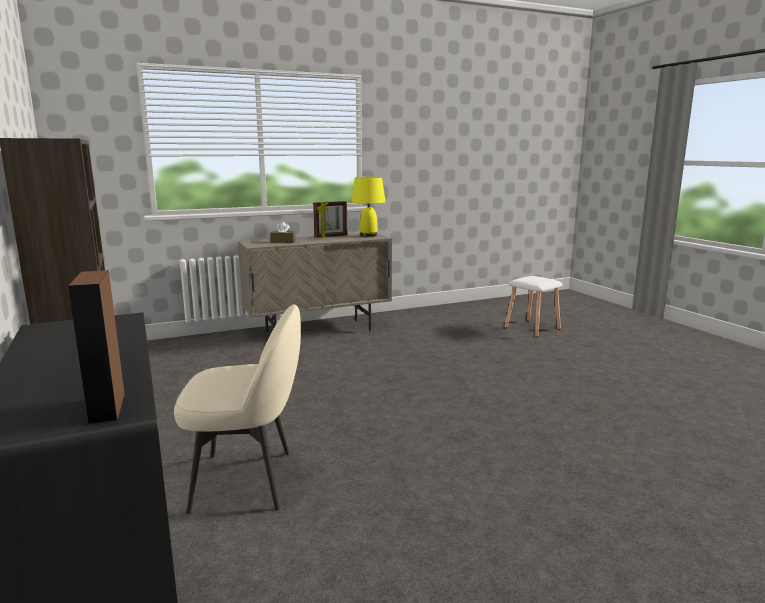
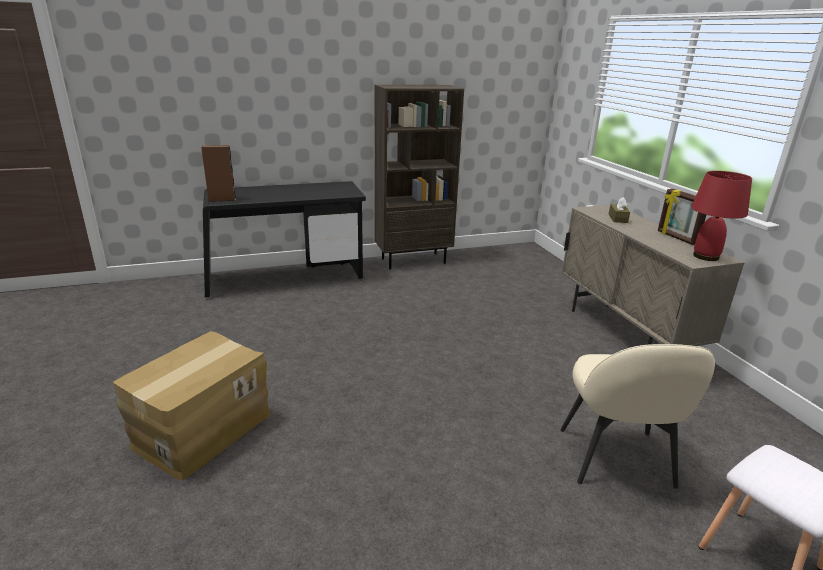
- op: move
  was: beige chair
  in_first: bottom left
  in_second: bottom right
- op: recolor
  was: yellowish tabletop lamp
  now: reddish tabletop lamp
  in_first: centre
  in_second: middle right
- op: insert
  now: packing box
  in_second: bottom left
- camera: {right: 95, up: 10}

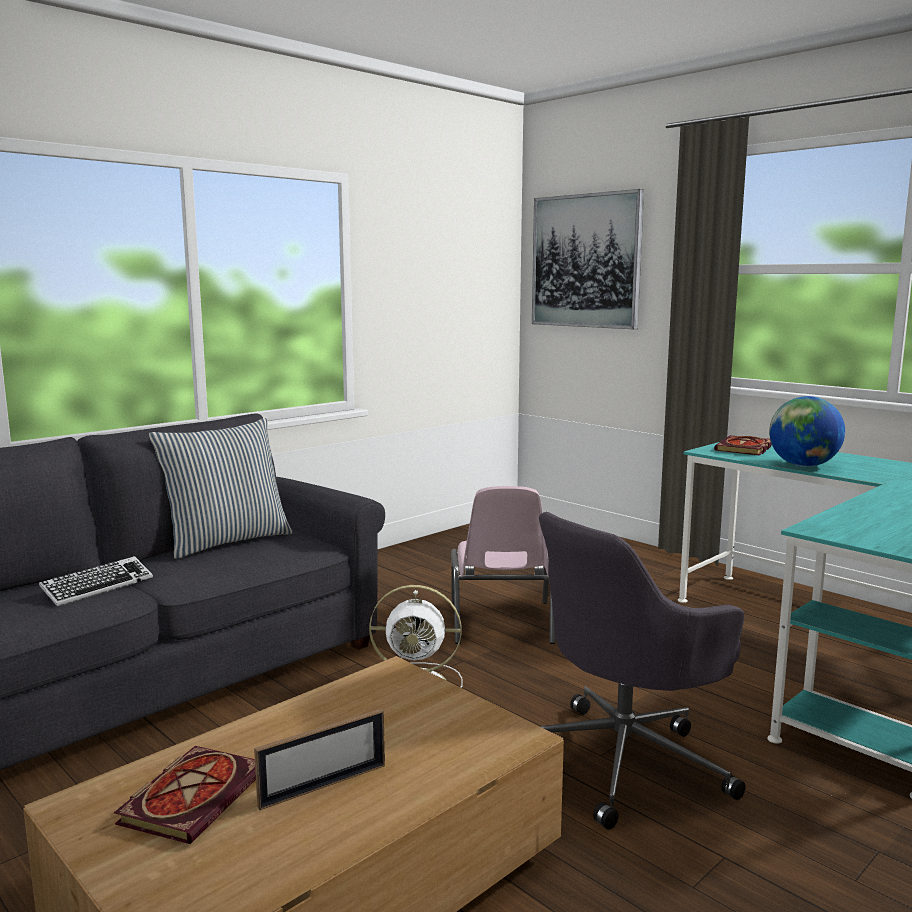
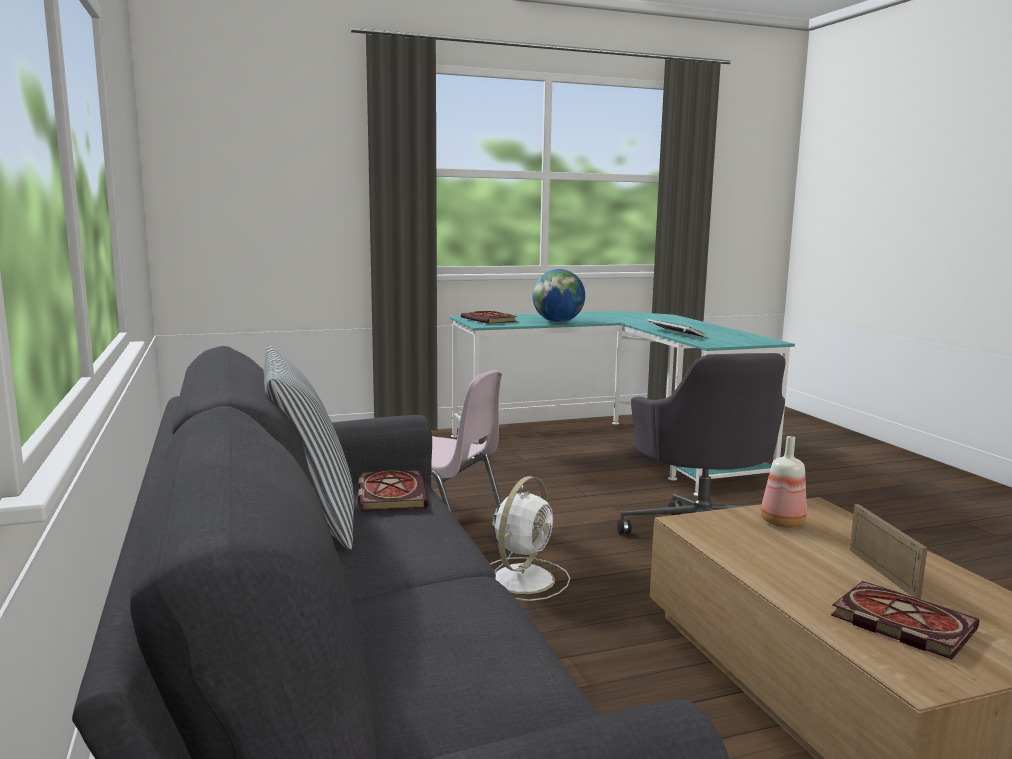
- op: move
  was: computer keyboard
  in_first: middle left
  in_second: middle right
- op: delete
  was: wall art
  in_first: top centre
- op: insert
  now: volume (1st from left)
  in_second: centre
- op: insert
  now: beverage bottle
  in_second: middle right
- camera: {right: -65, up: 0}

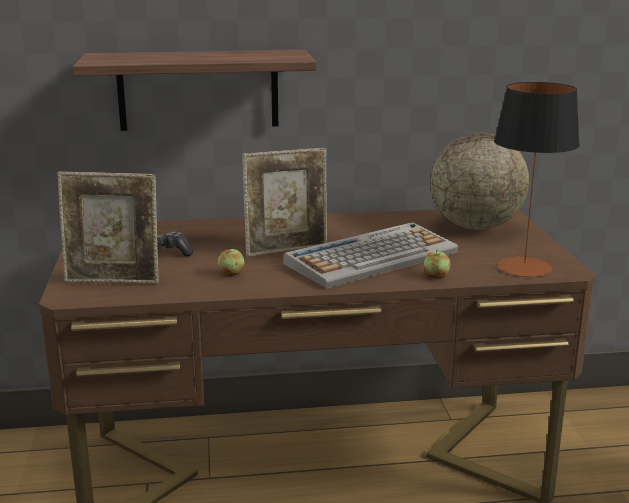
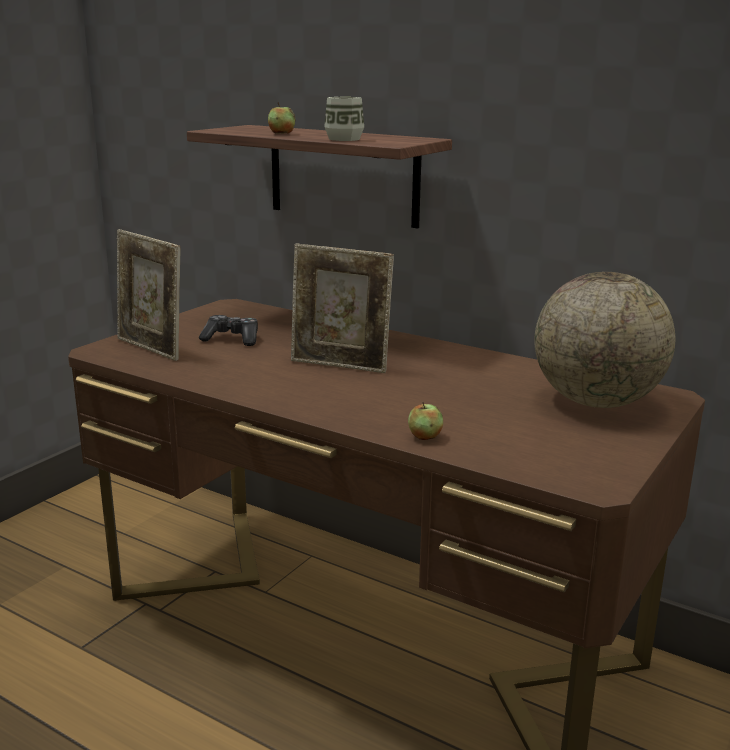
- op: move
  was: apple (1st from left)
  in_first: centre
  in_second: top centre
- op: delete
  was: computer keyboard
  in_first: centre
- op: delete
  was: tabletop lamp
  in_first: middle right
- op: insert
  now: cup
  in_second: top centre
- camera: {right: 40, up: 0}

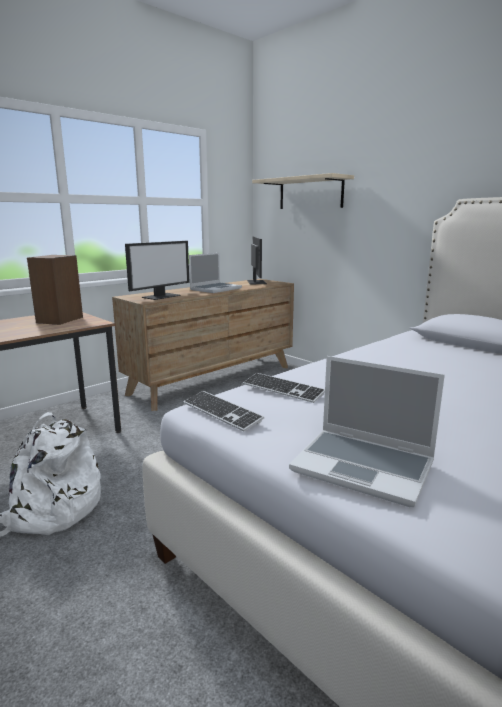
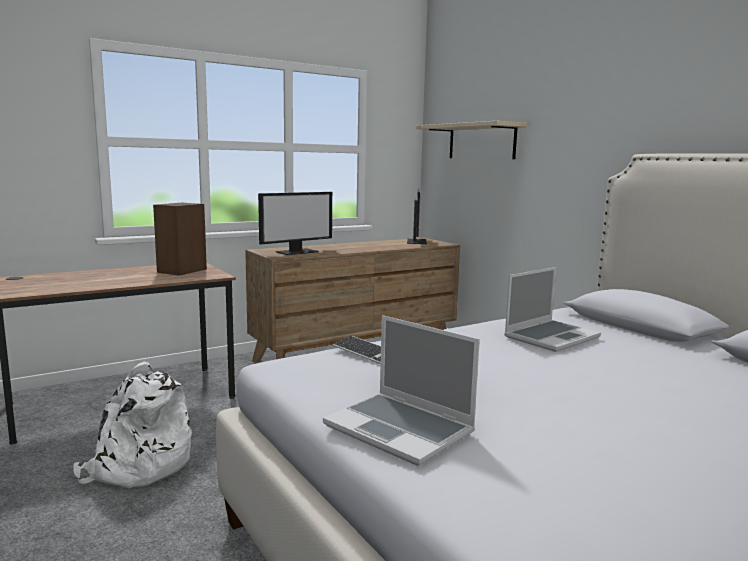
- op: delete
  was: computer keyboard (1st from left)
  in_first: centre
- op: move
  was: laptop (1st from left in the first image)
  now: laptop (2nd from left)
  in_first: centre
  in_second: middle right
- camera: {right: 10, up: -5}

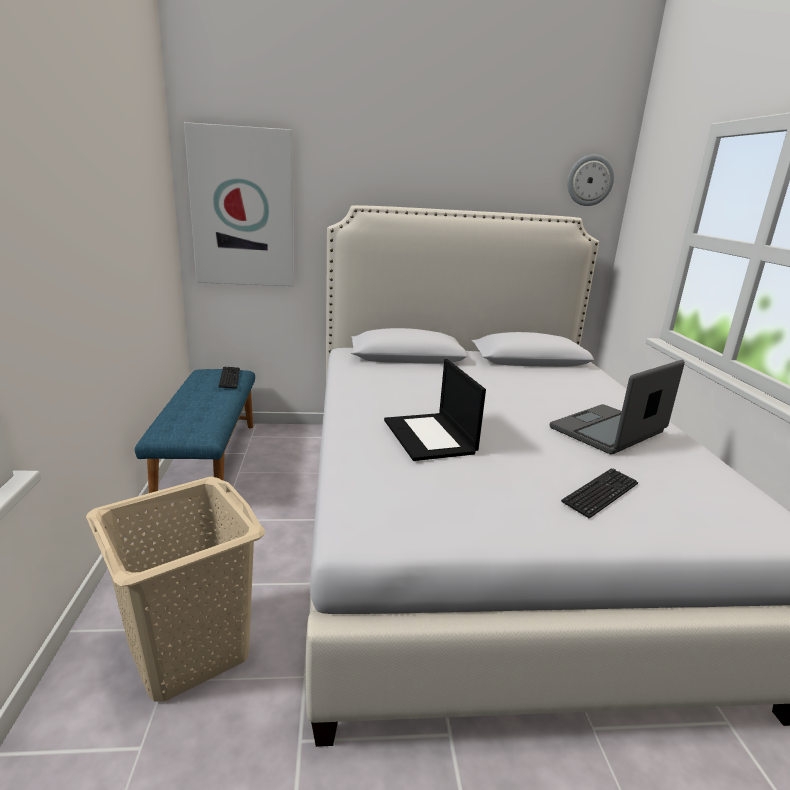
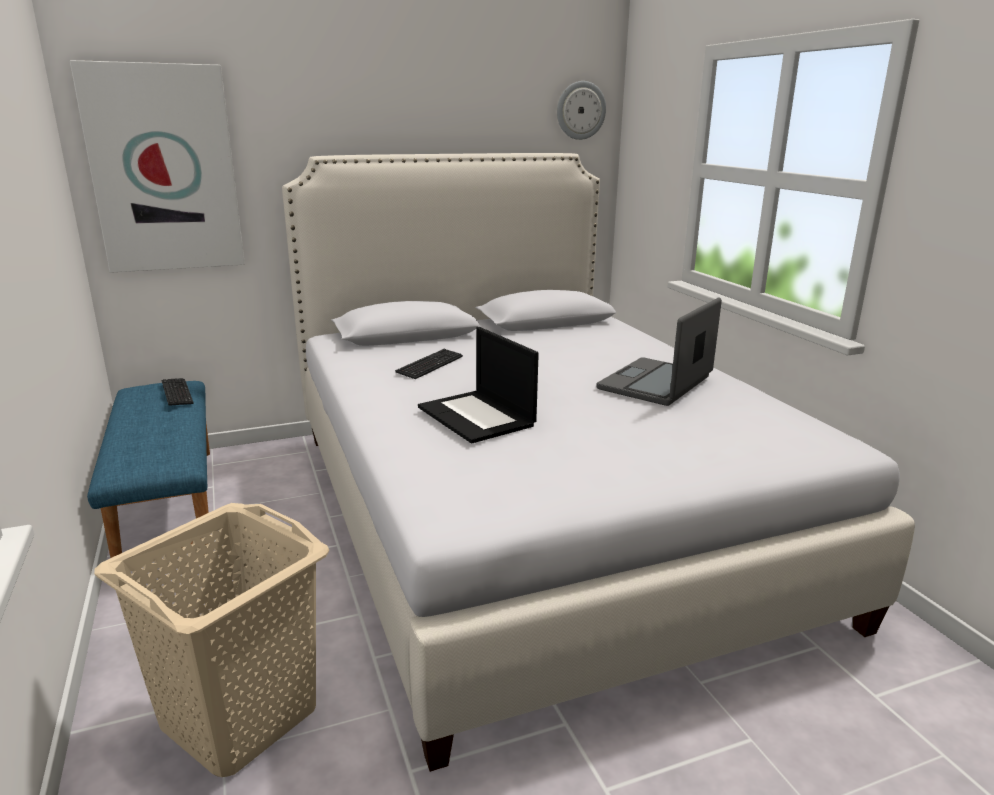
- op: move
  was: computer keyboard (2nd from left)
  in_first: middle right
  in_second: centre
- camera: {right: -15, up: 0}

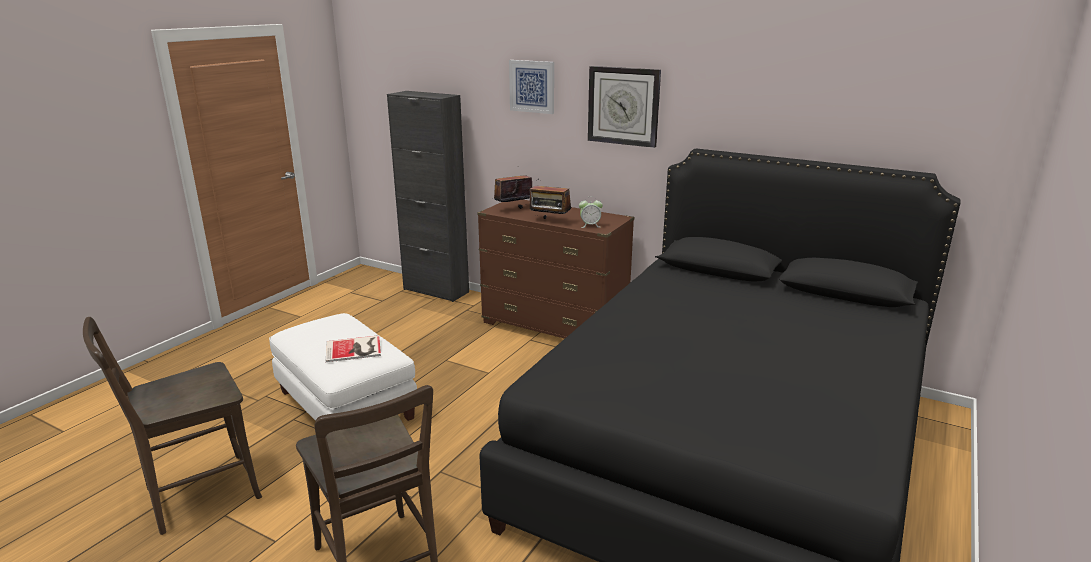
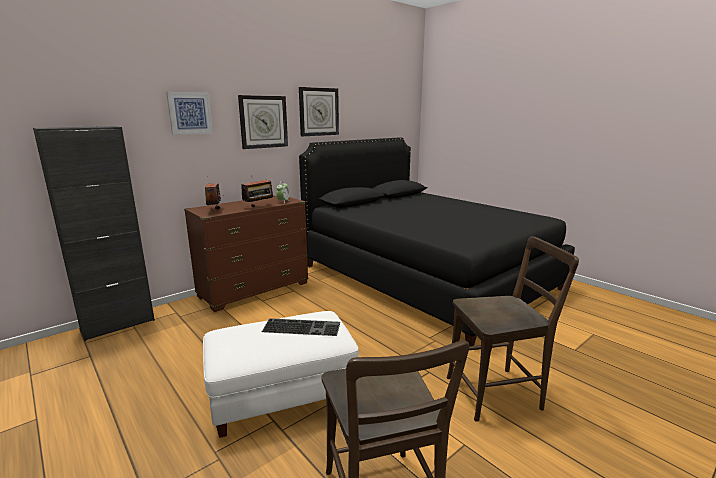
- op: replace
  was: volume
  now: computer keyboard
  in_first: middle left
  in_second: bottom centre
- op: insert
  now: wall clock (2nd from left)
  in_second: top centre
- camera: {right: -70, up: -5}

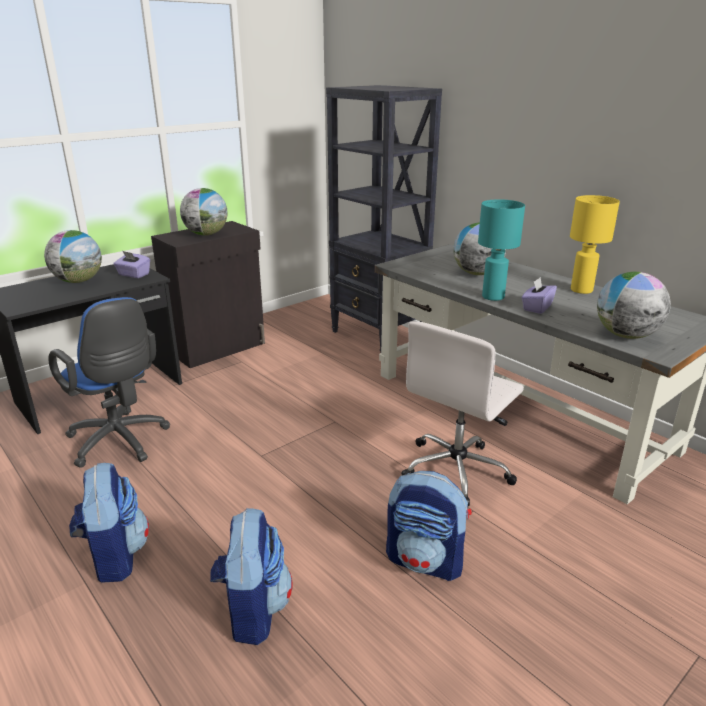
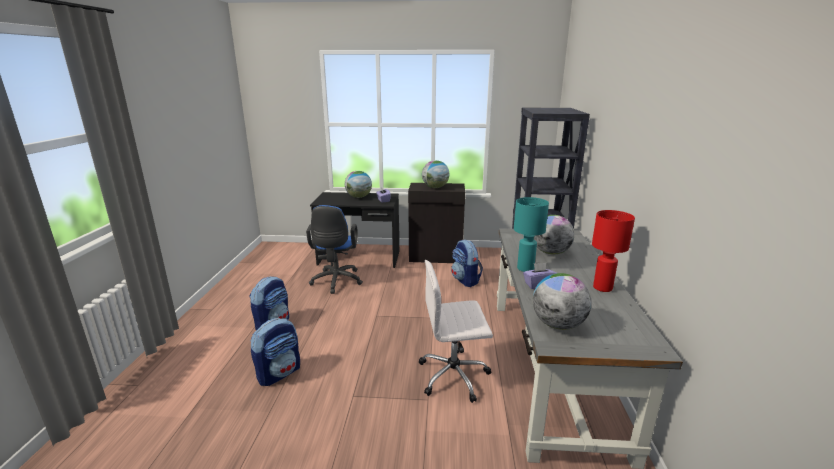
- op: move
  was: rucksack (3rd from left)
  in_first: bottom centre
  in_second: centre
- op: recolor
  was: yellowish tabletop lamp
  now: reddish tabletop lamp
  in_first: middle right
  in_second: middle right
- camera: {right: 45, up: -5}

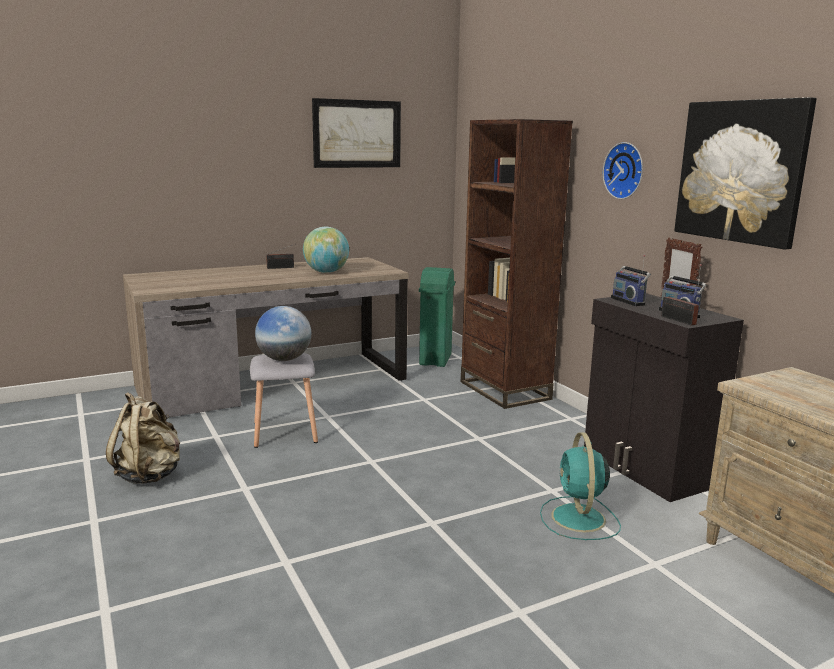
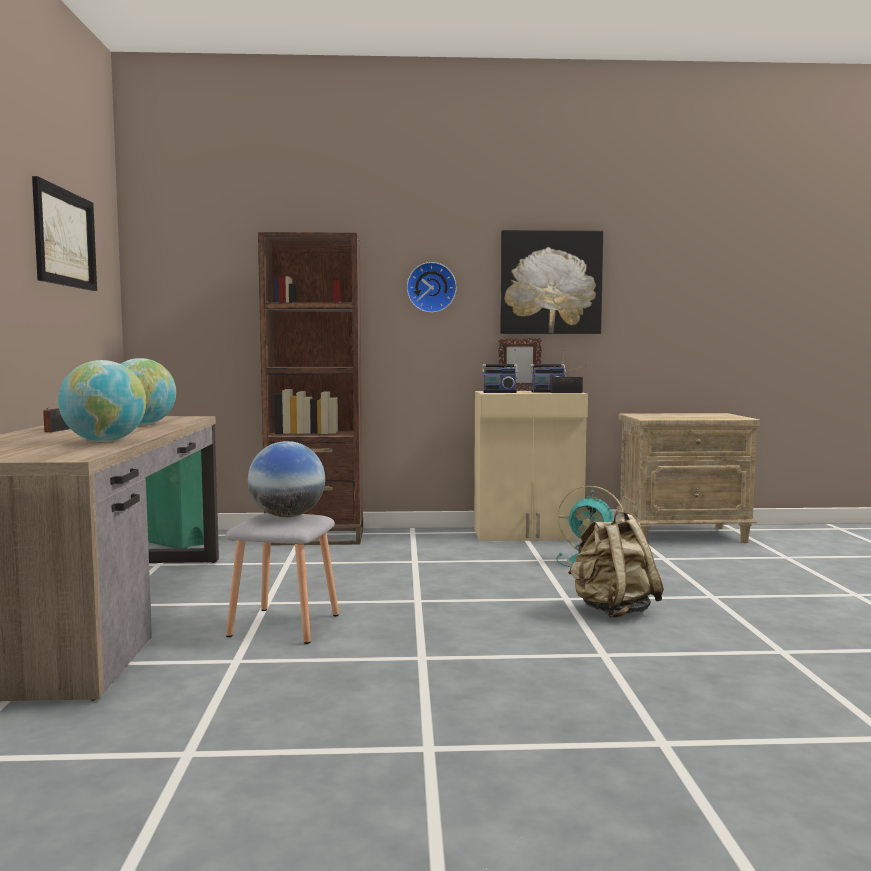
- op: move
  was: beige rucksack
  in_first: middle left
  in_second: middle right
- op: recolor
  was: black storage cabinet
  now: beige storage cabinet
  in_first: middle right
  in_second: centre
- op: insert
  now: world globe (1st from left)
  in_second: middle left
- camera: {right: -65, up: -10}

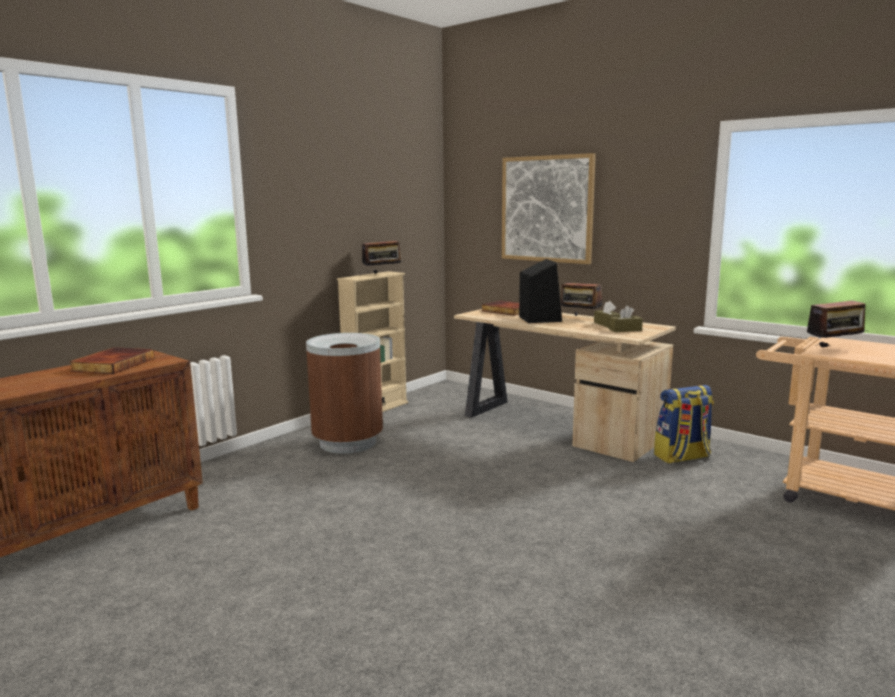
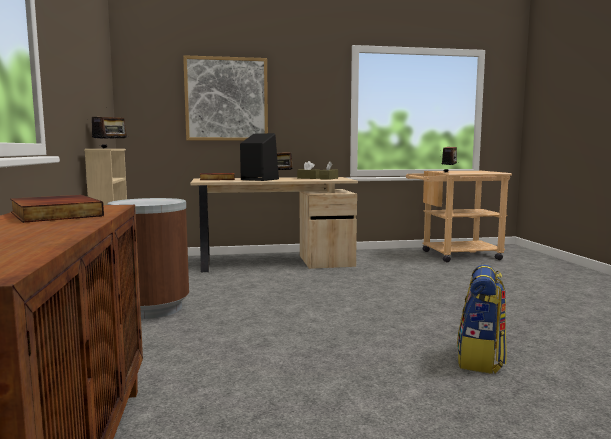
- op: move
  was: rucksack
  in_first: middle right
  in_second: bottom right
- camera: {right: -50, up: -5}

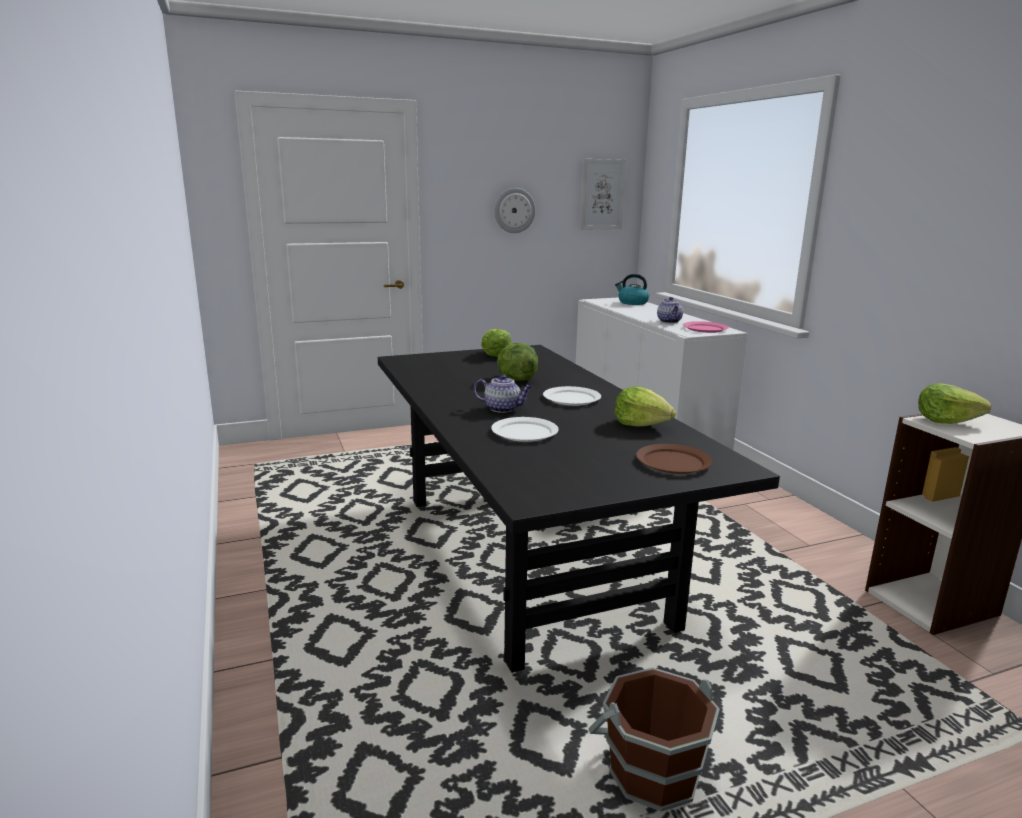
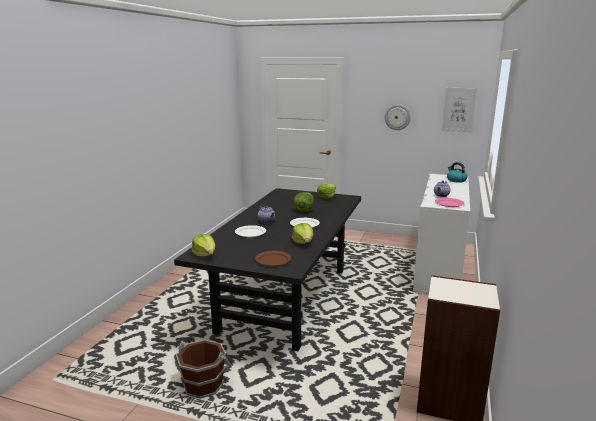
- op: move
  was: lettuce (4th from left in the first image)
  now: lettuce (1st from left)
  in_first: middle right
  in_second: centre
- camera: {right: 40, up: 0}

